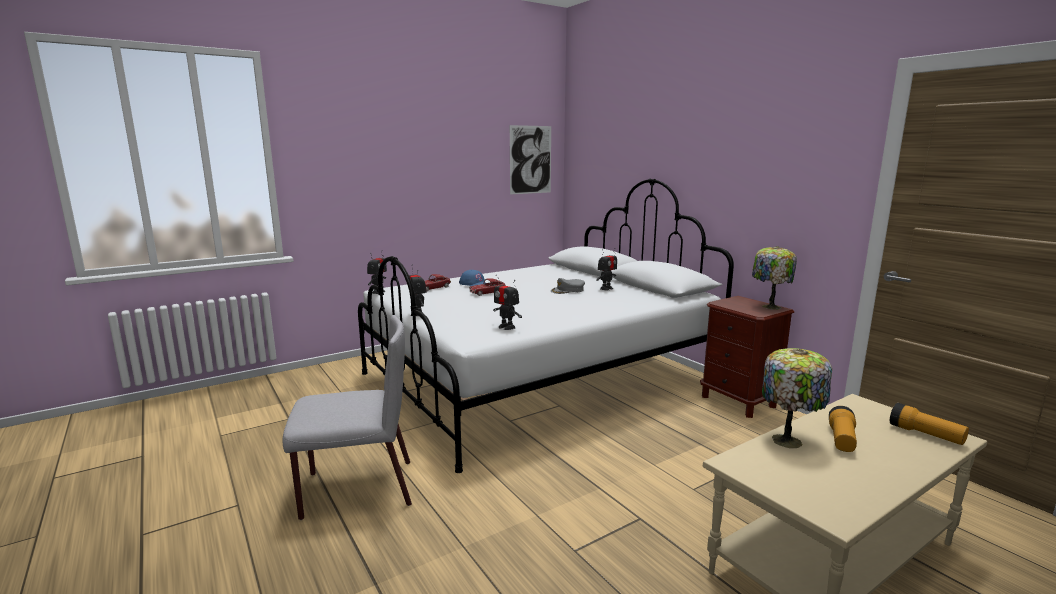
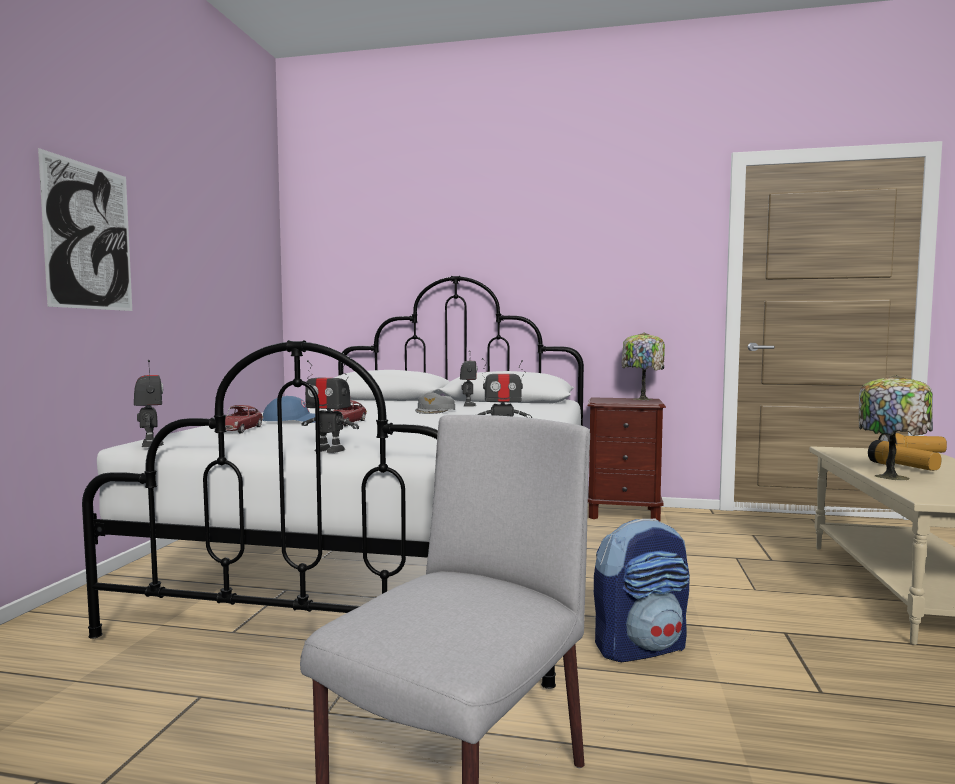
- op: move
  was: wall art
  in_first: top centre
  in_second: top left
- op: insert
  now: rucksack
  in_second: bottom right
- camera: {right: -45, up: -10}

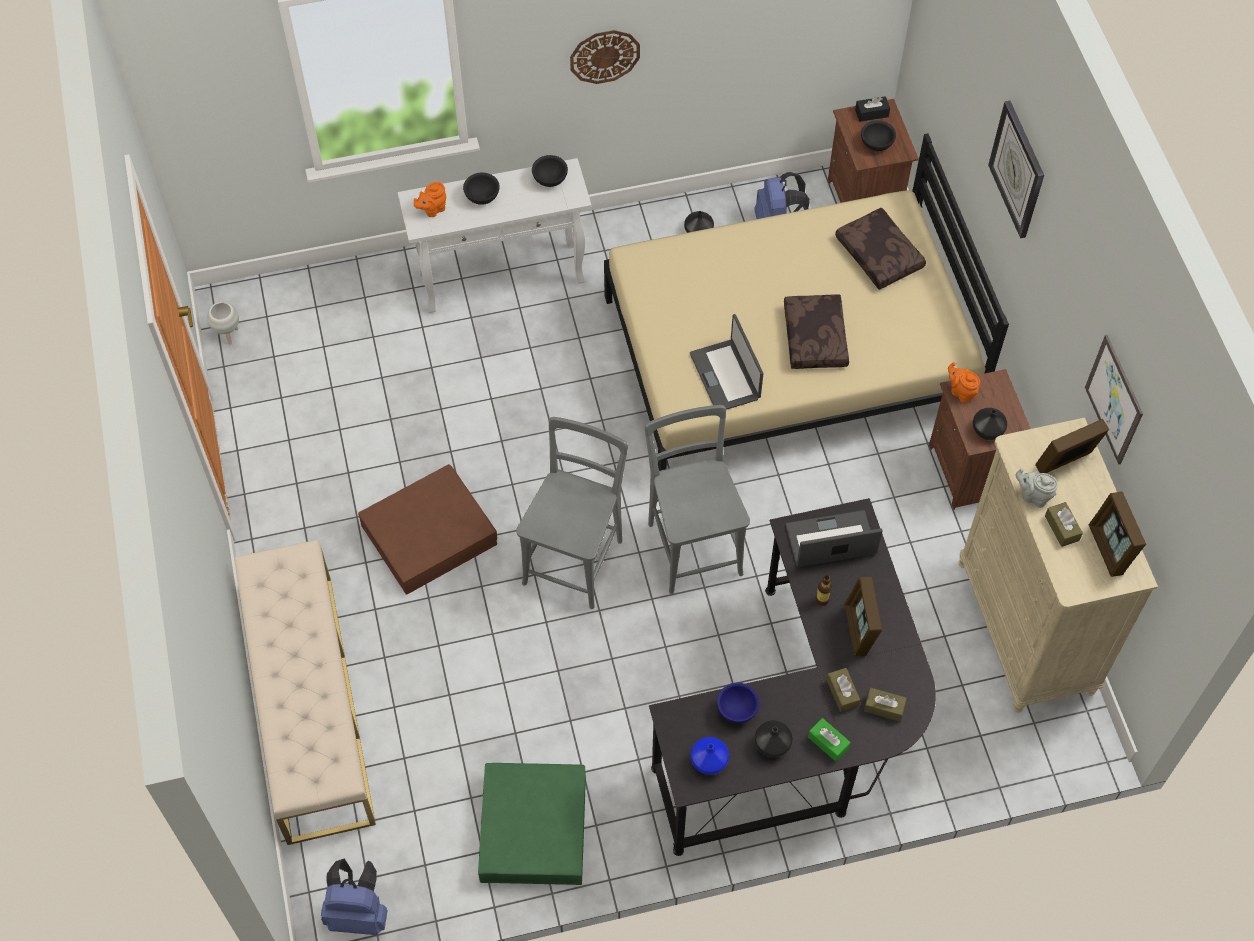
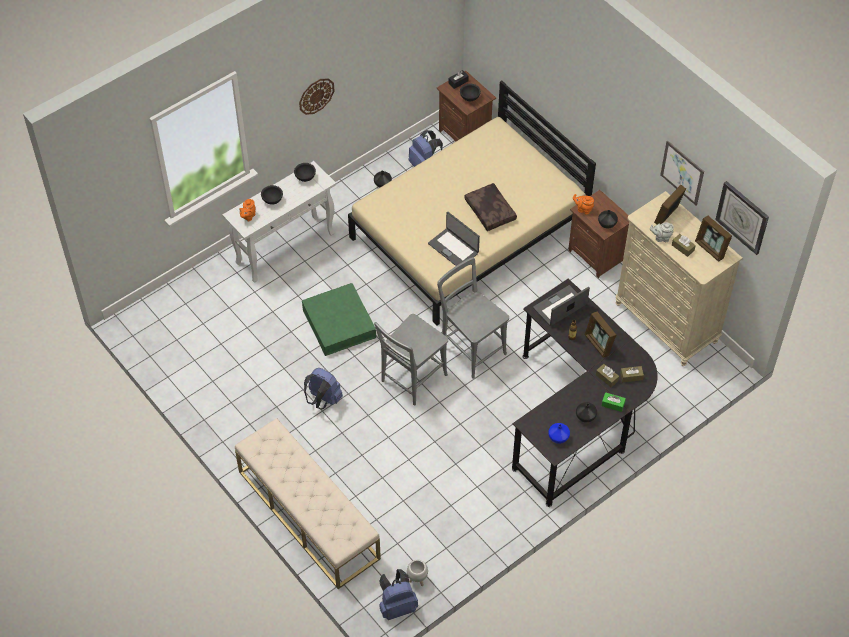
- op: move
  was: whitish flower pot
  in_first: middle left
  in_second: bottom centre
- op: replace
  was: brown storage container
  now: bluish rucksack (1st from left)
  in_first: centre
  in_second: centre
- op: move
  was: green storage container
  in_first: bottom centre
  in_second: centre
- op: rotate
  was: grey chair (1st from left)
  in_first: centre
  in_second: centre
  clockwise: -135
- op: delete
  was: bluish deep dish
  in_first: bottom centre
- op: delete
  was: brown throw pillow (2nd from left)
  in_first: top right
- op: move
  was: wall clock (2nd from left)
  in_first: top right
  in_second: middle right
- camera: {right: -25, up: -5}

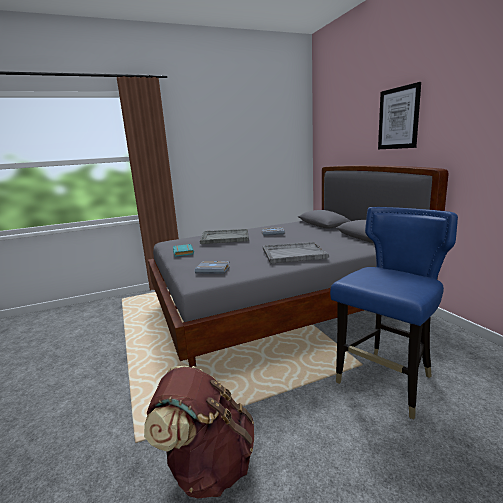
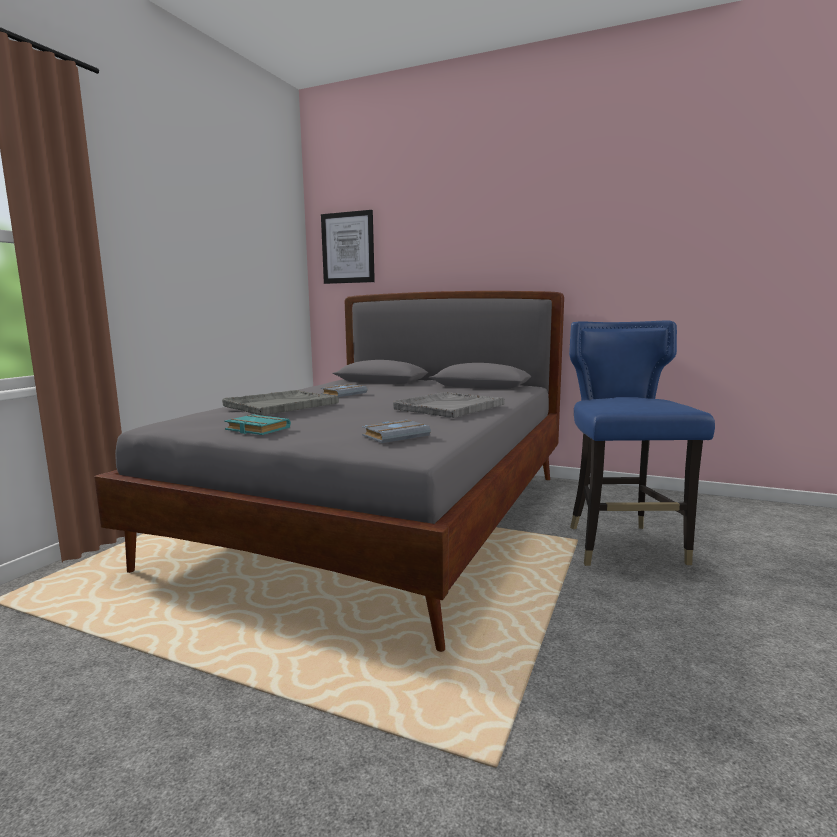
- op: delete
  was: brown rucksack
  in_first: bottom centre
- op: move
  was: wall art
  in_first: top right
  in_second: top centre
- camera: {right: -45, up: -5}

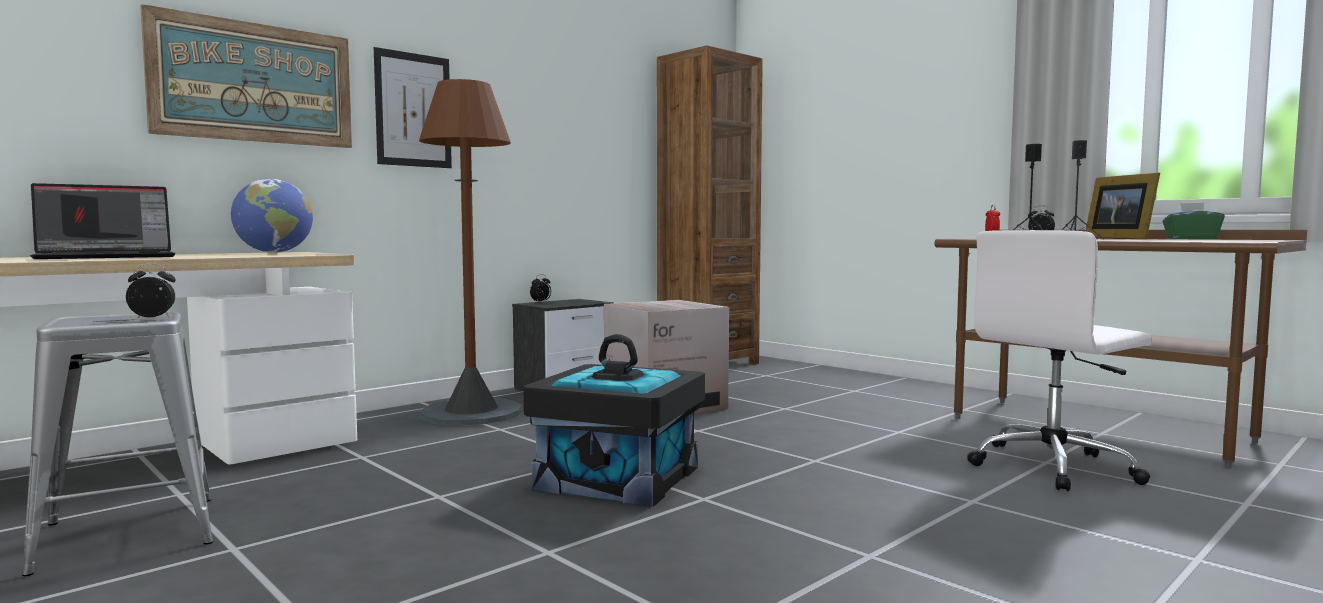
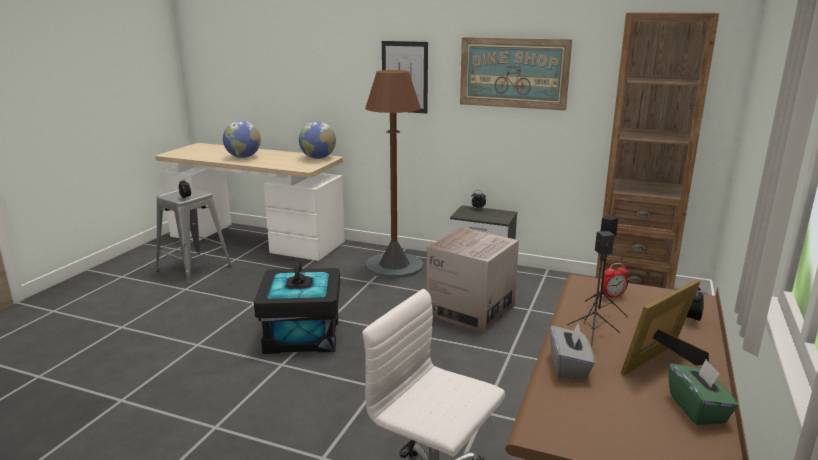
- op: replace
  was: laptop
  now: world globe (1st from left)
  in_first: middle left
  in_second: top left
- op: move
  was: wall art (1st from left in the first image)
  now: wall art (2nd from left)
  in_first: top left
  in_second: top centre
- op: insert
  now: grey tissue box
  in_second: bottom right
- camera: {right: 65, up: 15}

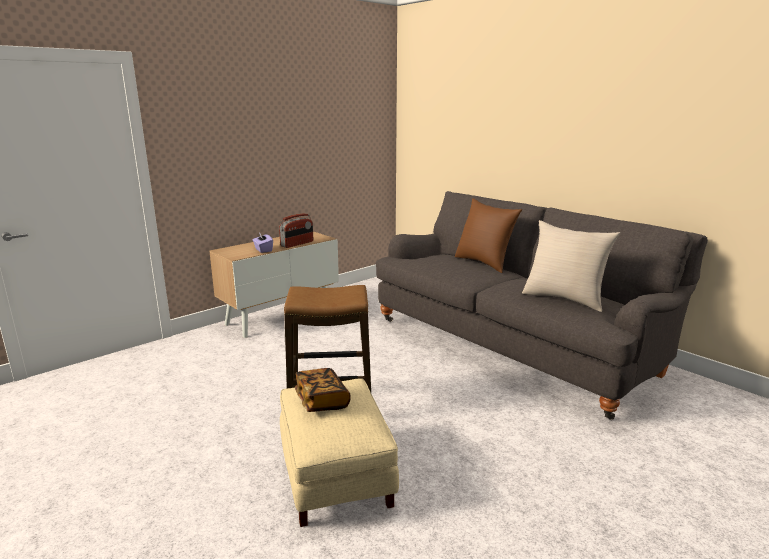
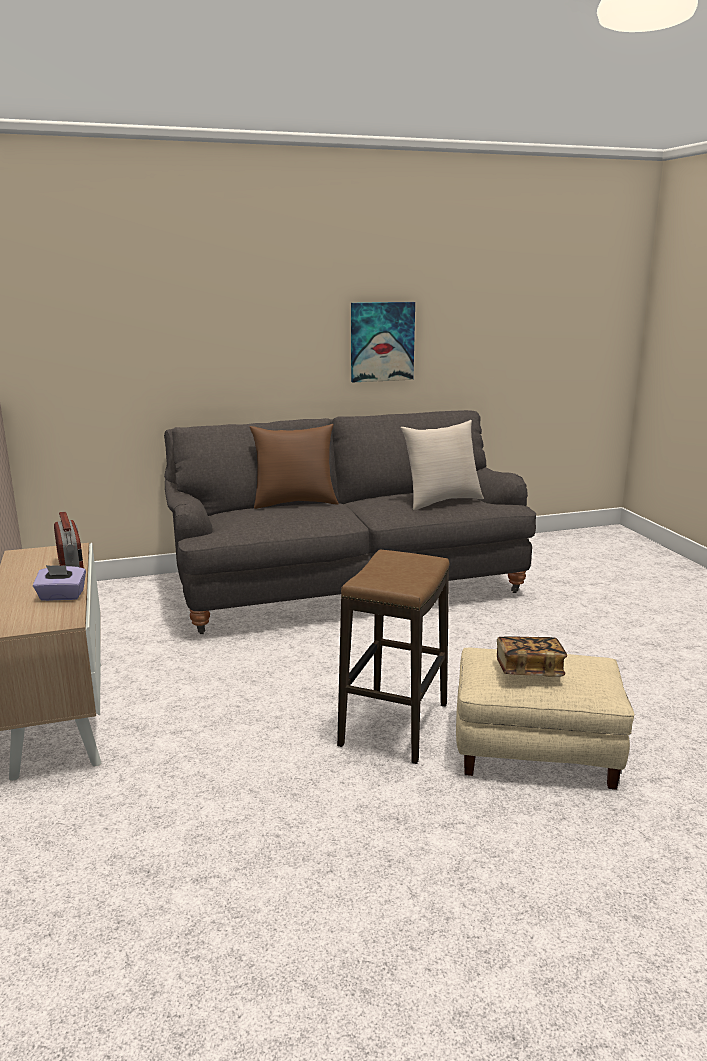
- op: insert
  now: wall art
  in_second: top centre
- camera: {right: -65, up: 0}

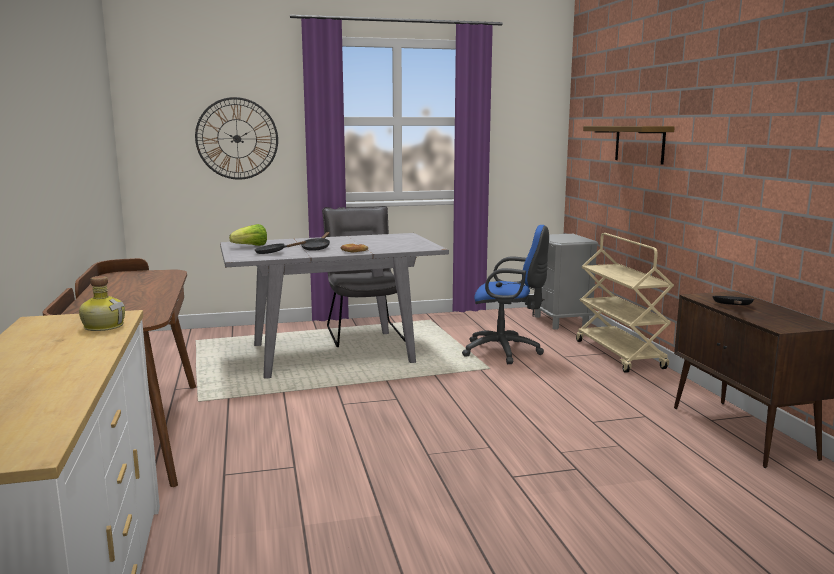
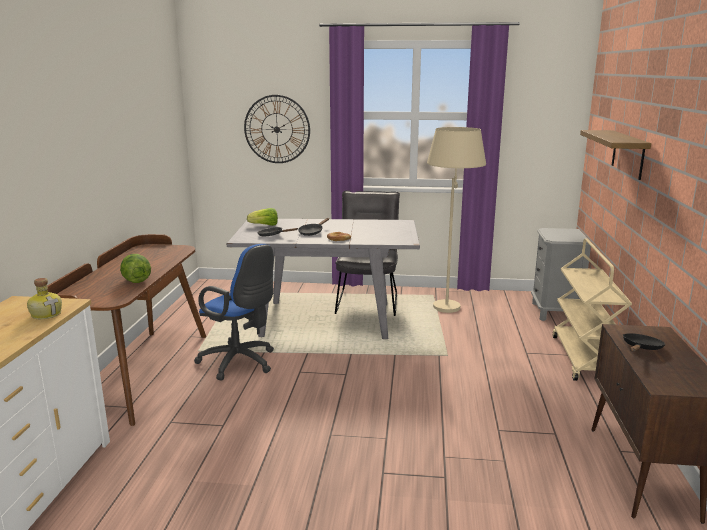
- op: move
  was: bluish desk chair
  in_first: centre
  in_second: middle left
- op: insert
  now: lettuce (1st from left)
  in_second: middle left
- op: insert
  now: beige standard lamp
  in_second: centre
- camera: {right: 20, up: 5}

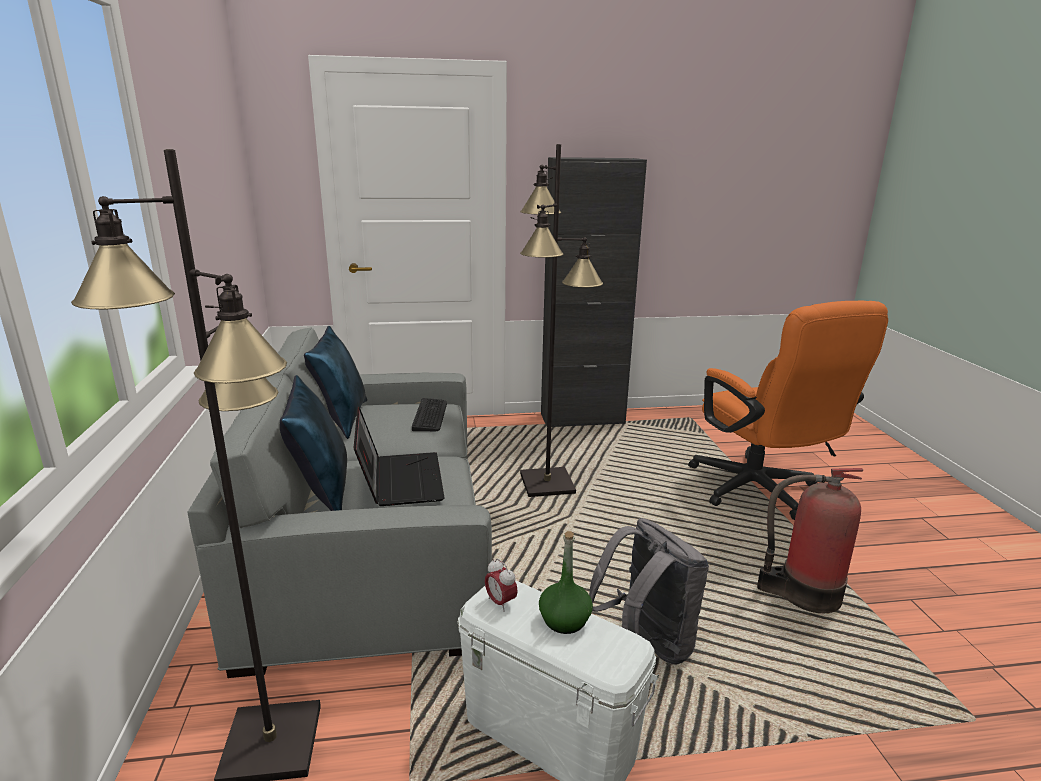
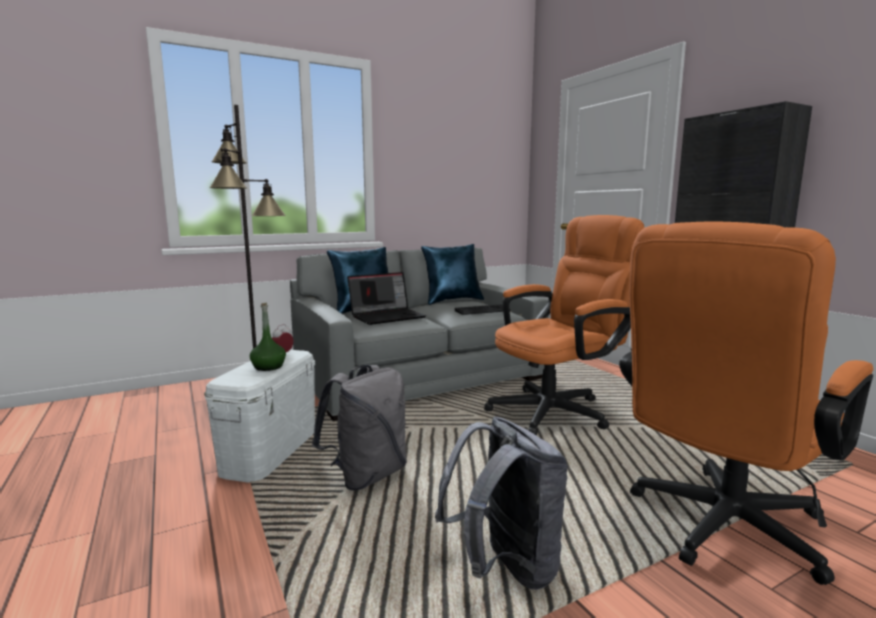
- op: replace
  was: black standard lamp (2nd from left)
  now: orange-coloured desk chair (1st from left)
  in_first: centre
  in_second: centre
- op: replace
  was: fire extinguisher
  now: grey rucksack (2nd from left)
  in_first: bottom right
  in_second: bottom centre
- camera: {right: 70, up: -10}

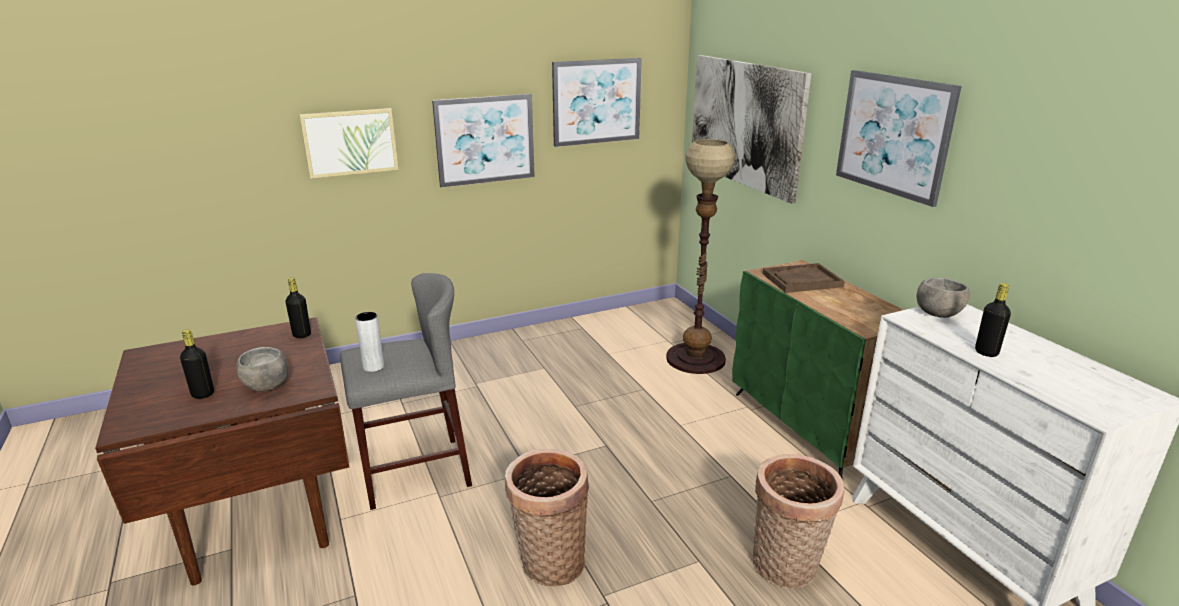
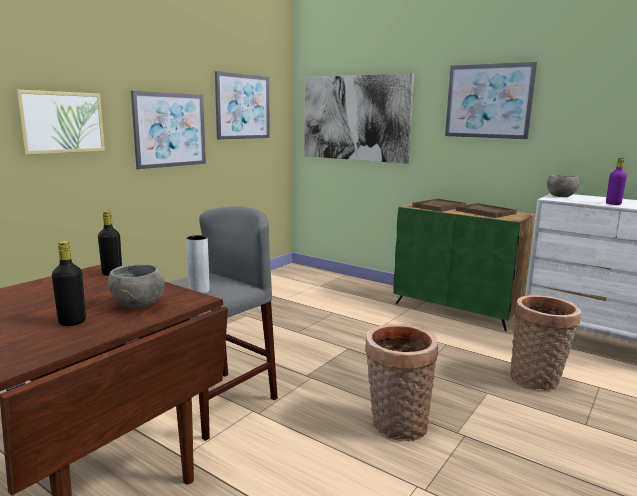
- op: delete
  was: standard lamp
  in_first: centre
- op: recolor
  was: black beverage bottle (3rd from left)
  now: purple beverage bottle
  in_first: middle right
  in_second: middle right
- op: insert
  now: brown carrying tray (2nd from left)
  in_second: middle right
- camera: {right: -30, up: -10}

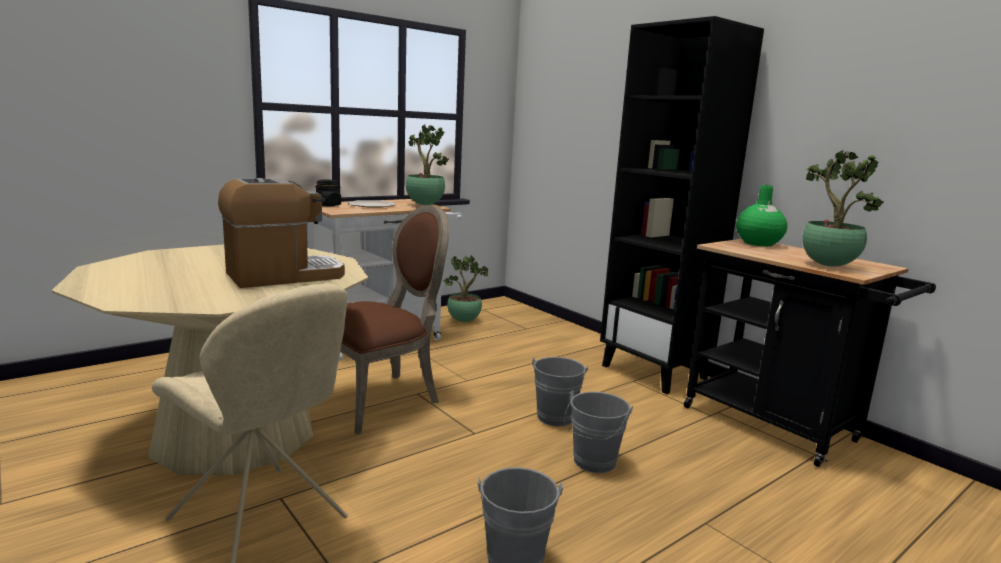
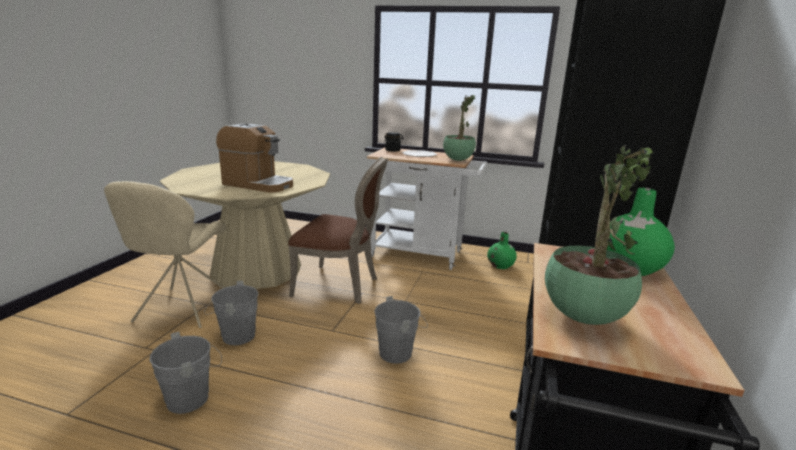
- op: replace
  was: plant in a pot (2nd from left)
  now: green decorative vase (1st from left)
  in_first: centre
  in_second: centre
- op: move
  was: grey pail (3rd from left in the first image)
  now: grey pail (2nd from left)
  in_first: bottom centre
  in_second: bottom left
- camera: {right: 55, up: 5}

